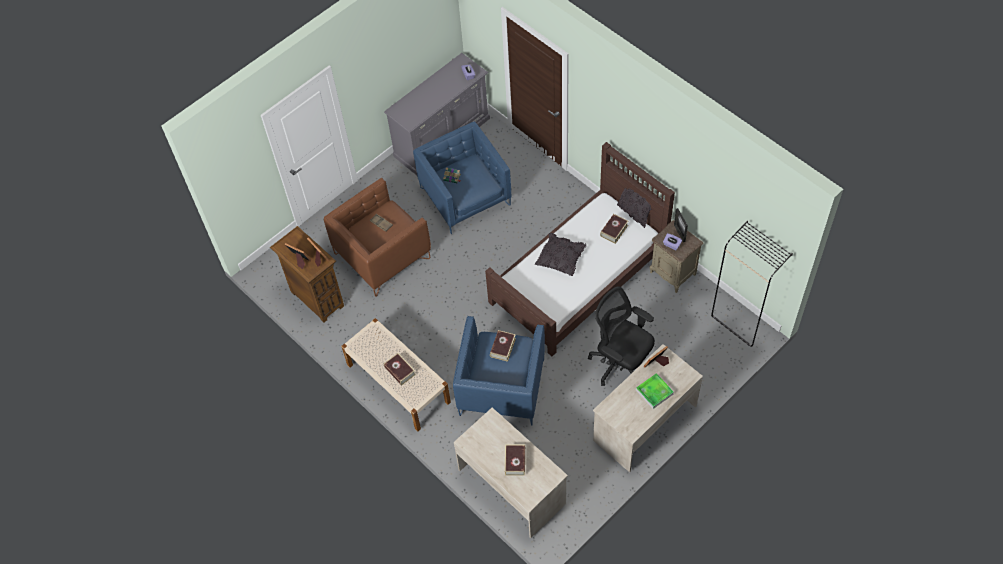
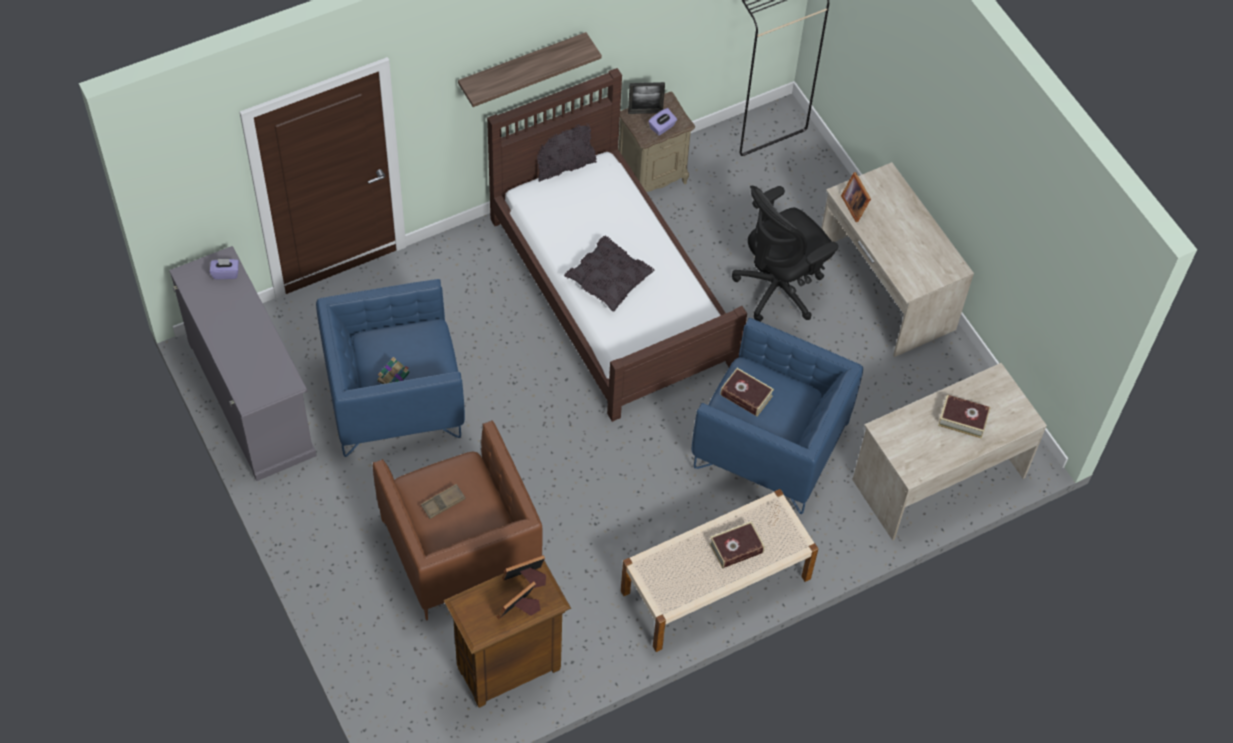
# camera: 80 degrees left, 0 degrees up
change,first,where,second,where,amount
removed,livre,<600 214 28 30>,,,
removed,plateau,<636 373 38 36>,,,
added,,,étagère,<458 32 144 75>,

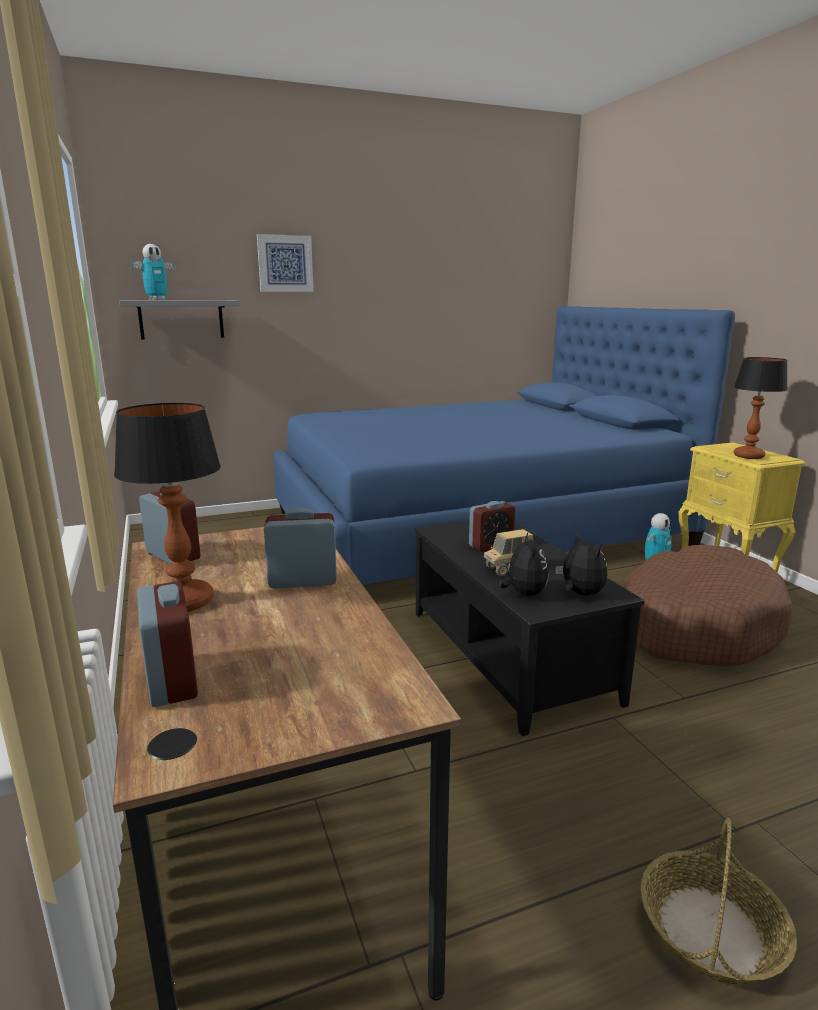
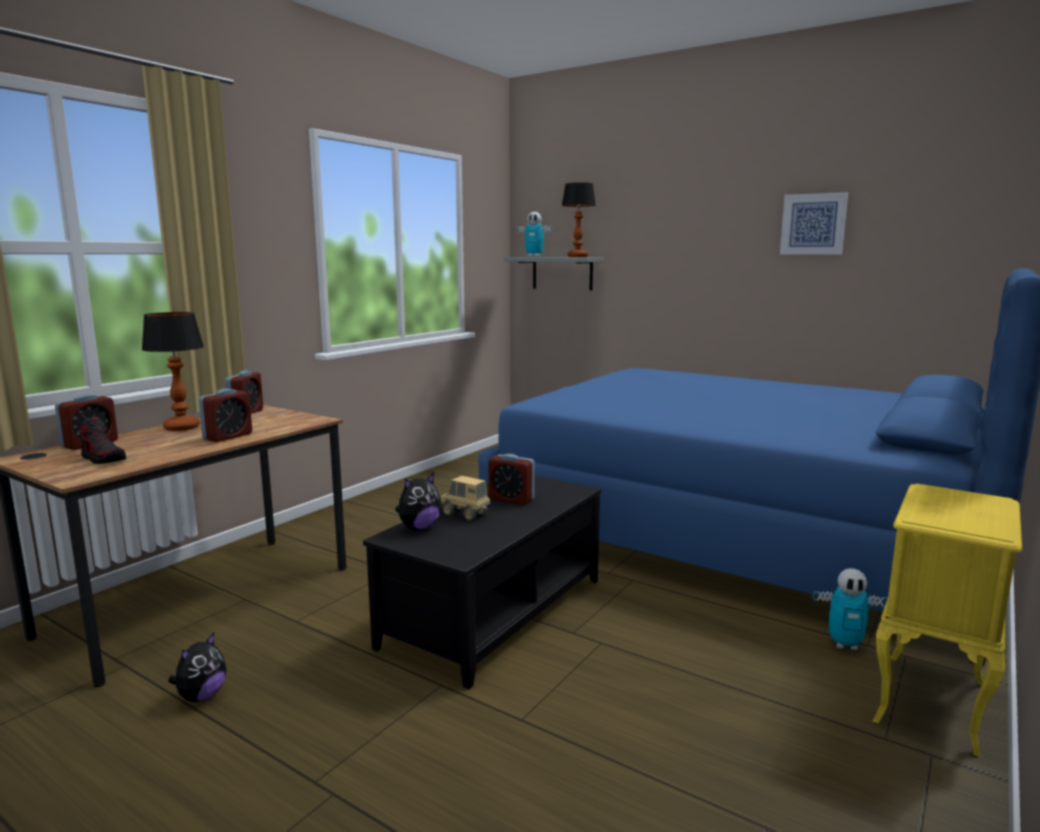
# camera: 55 degrees right, 5 degrees down
change,first,where,second,where,amount
moved,tableau,<257 234 57 58>,,<780 192 68 62>,
moved,lampe de table,<734 357 54 102>,,<562 182 34 75>,
turned,réveil,<264 507 73 82>,,<199 389 53 53>,75 degrees clockwise
moved,peluche,<555 533 52 63>,,<168 633 58 69>,
removed,panier pour chien [marron],<623 545 169 122>,,,
removed,panier,<641 818 156 167>,,,
added,,,chaussure,<80 417 46 47>,

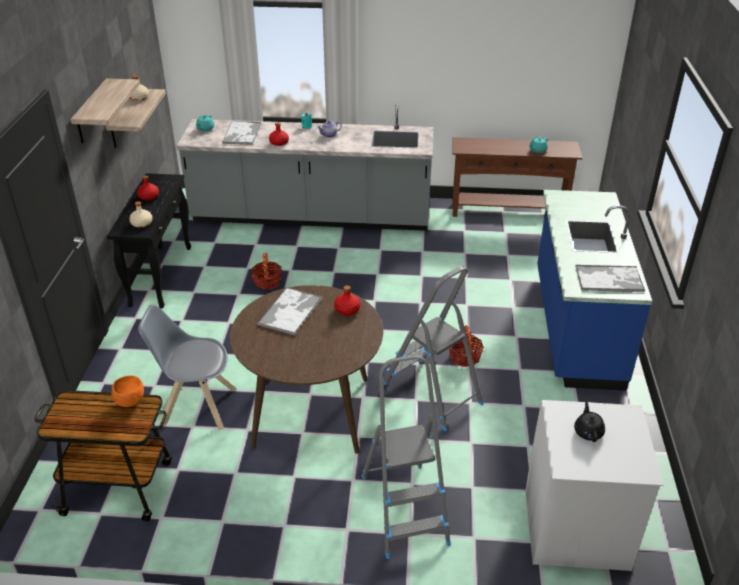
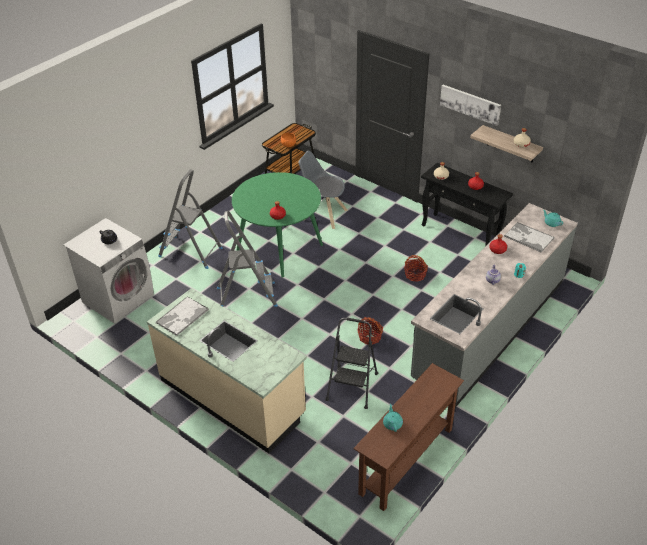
# camera: 125 degrees right, 5 degrees up
change,first,where,second,where,amount
replaced,étagère,<71 78 69 66>,tableau,<440 85 61 41>,
recoloured,comptoir de cuisine [bleu],<537 190 115 201>,comptoir de cuisine [beige],<147 288 160 165>,
recoloured,table à manger [marron],<230 285 154 169>,table à manger [vert],<232 172 91 106>,
removed,plateau,<257 288 65 47>,,,
turned,chaise [gris],<138 304 99 126>,,<299 151 49 78>,105 degrees counterclockwise
moved,panier,<449 325 35 42>,,<357 317 26 28>,
added,,,escabeau [noir],<325 318 53 91>,

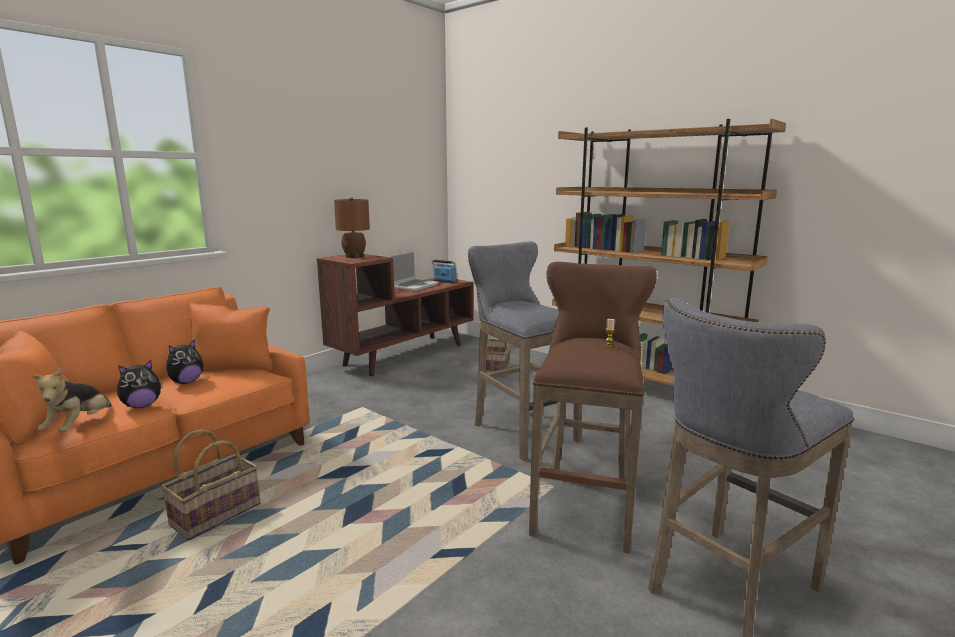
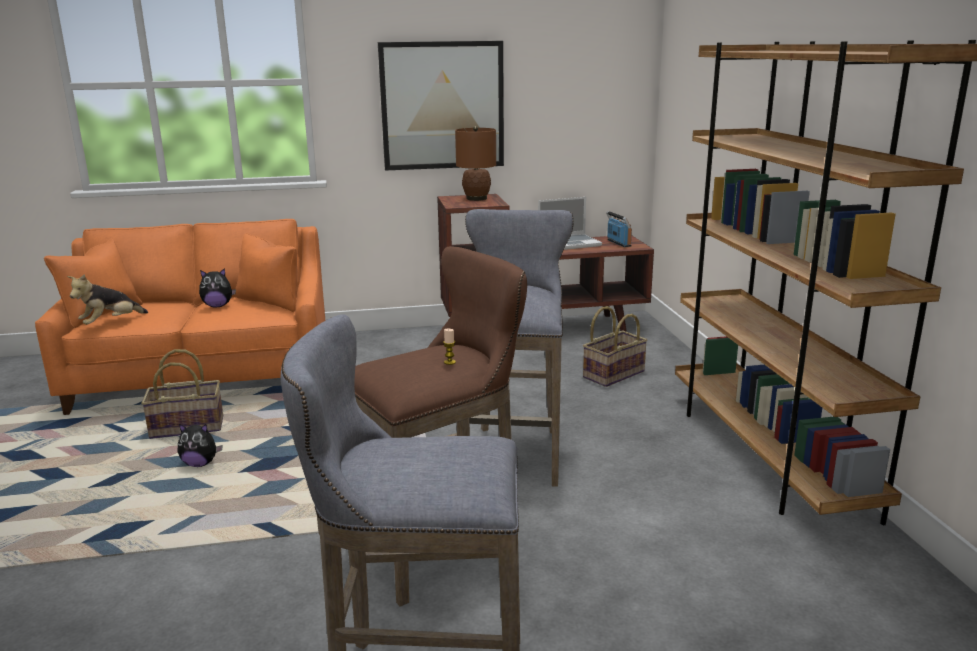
# camera: 40 degrees right, 5 degrees up
change,first,where,second,where,amount
moved,peluche,<117 360 46 48>,,<178 424 44 43>,
added,,,tableau,<378 41 126 130>,

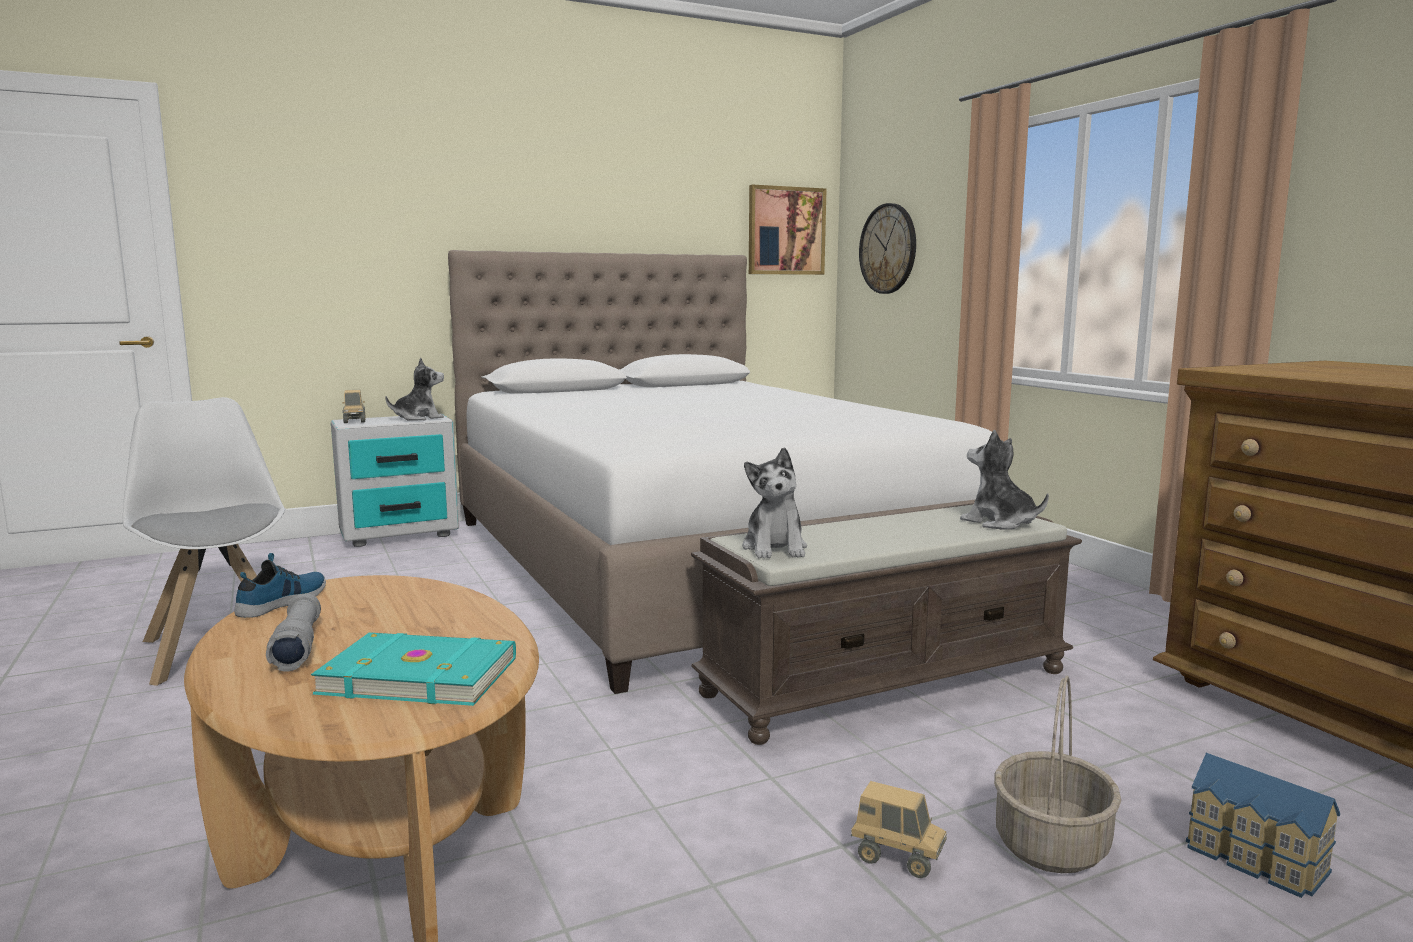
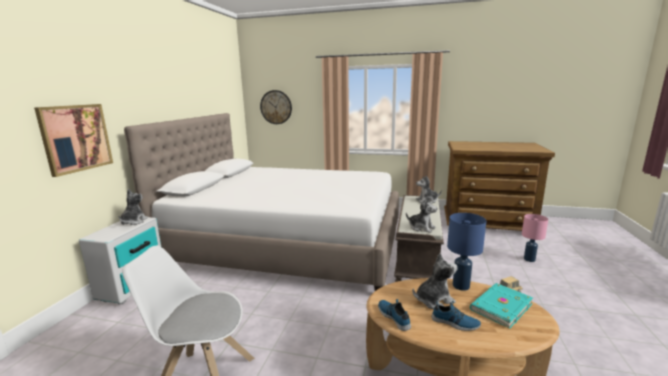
# camera: 50 degrees left, 5 degrees up
change,first,where,second,where,amount
moved,tableau,<749 185 77 90>,,<34 104 79 73>,
removed,camion jouet,<342 390 23 33>,,,
replaced,lampe de poche [gris],<266 593 55 78>,chaussure,<432 301 49 30>,
removed,panier,<994 676 127 197>,,,
replaced,maison miniature,<1186 752 154 146>,lampe de table [rose],<522 214 26 48>,
added,,,lampe de table [bleu],<447 213 39 78>,
added,,,peluche,<413 253 45 56>,

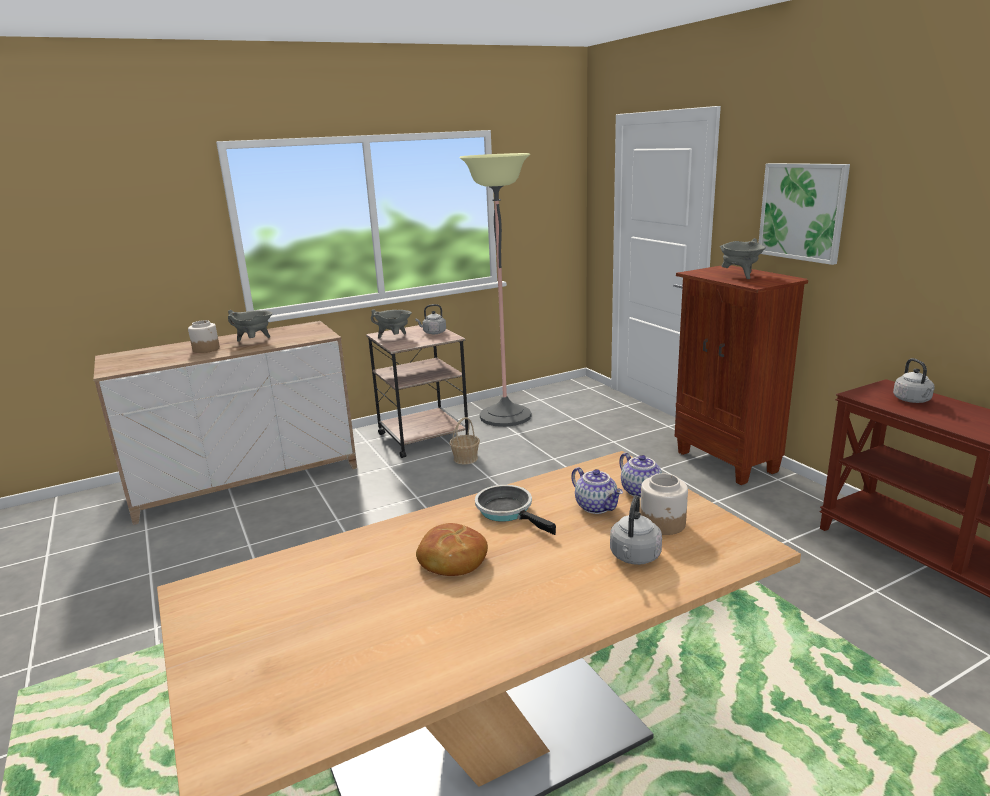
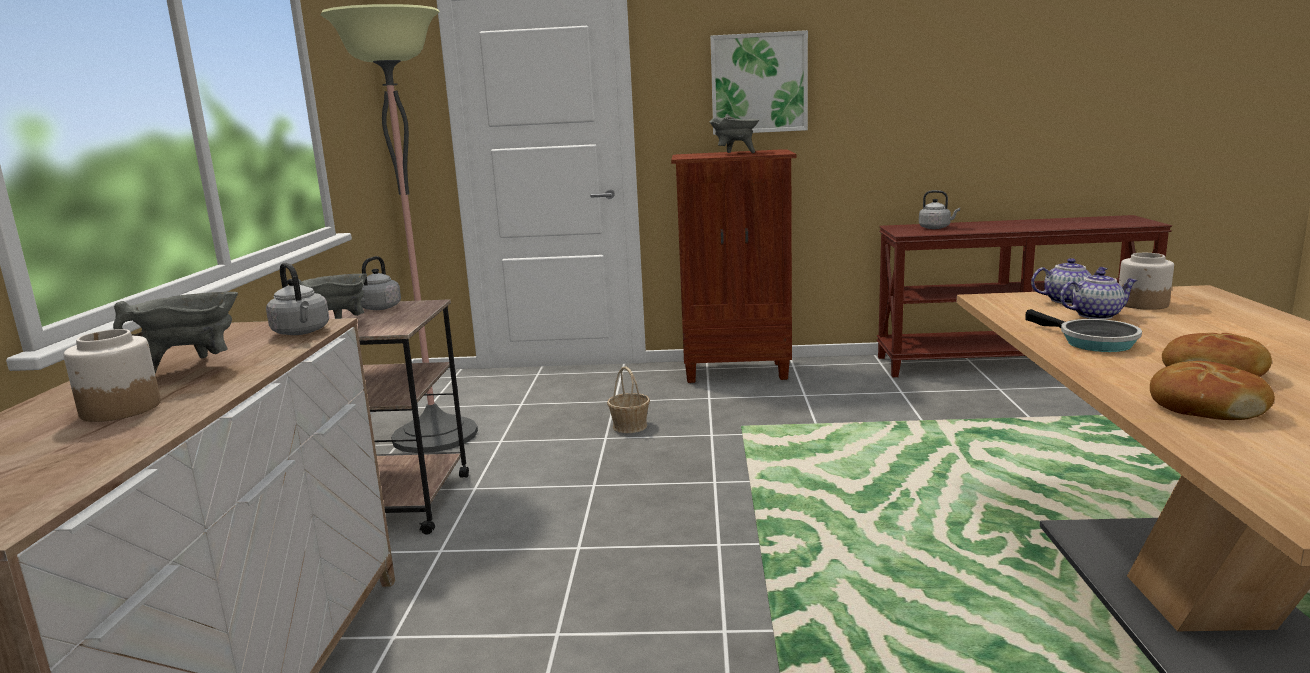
# camera: 60 degrees left, 5 degrees down
change,first,where,second,where,amount
moved,panier,<450 417 30 47>,,<607 366 43 67>,
turned,poêle,<475 485 81 50>,,<1025 309 117 43>,105 degrees counterclockwise
moved,bouilloire [gris],<610 495 52 70>,,<266 263 63 72>,
added,,,pain,<1150 361 125 59>,

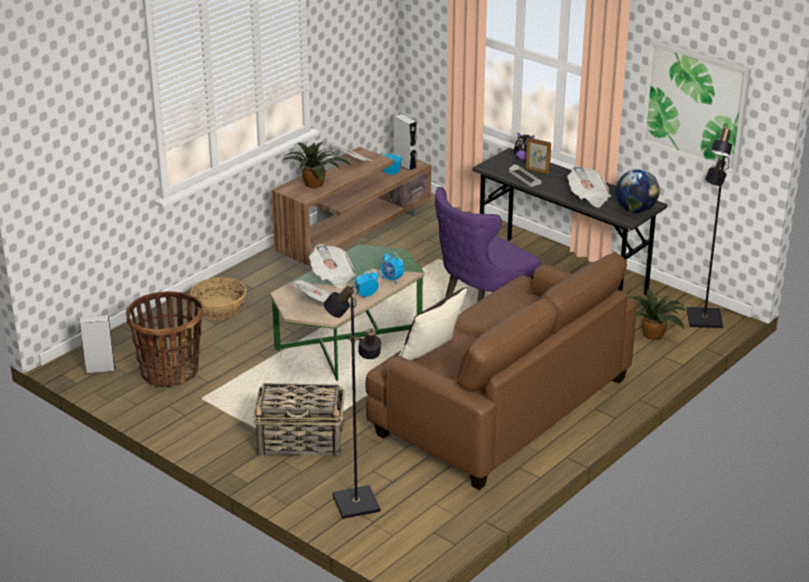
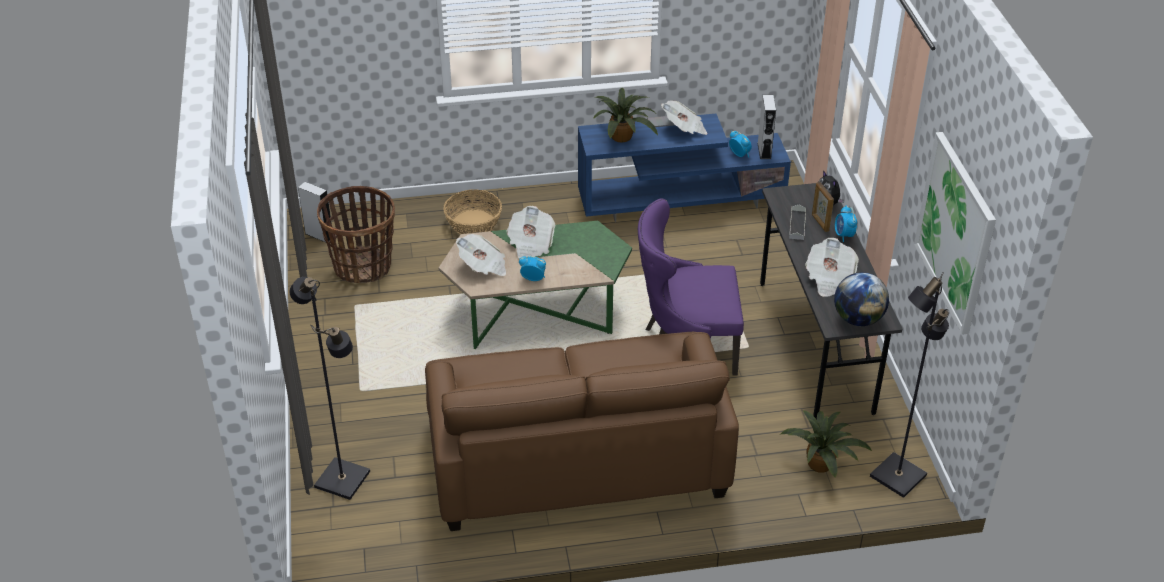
# camera: 40 degrees right, 10 degrees up
change,first,where,second,where,amount
recoloured,meuble télé [marron],<271 147 160 119>,meuble télé [bleu],<578 114 213 108>,
moved,réveil,<381 252 23 32>,,<835 205 22 37>,
removed,coussin,<399 287 69 73>,,,
removed,panier,<253 383 92 75>,,,

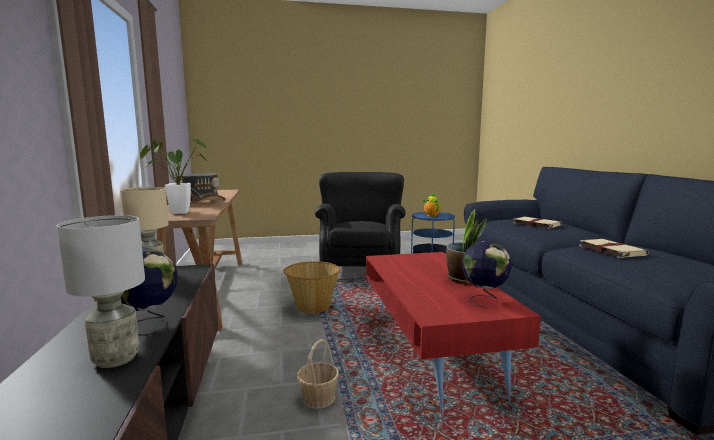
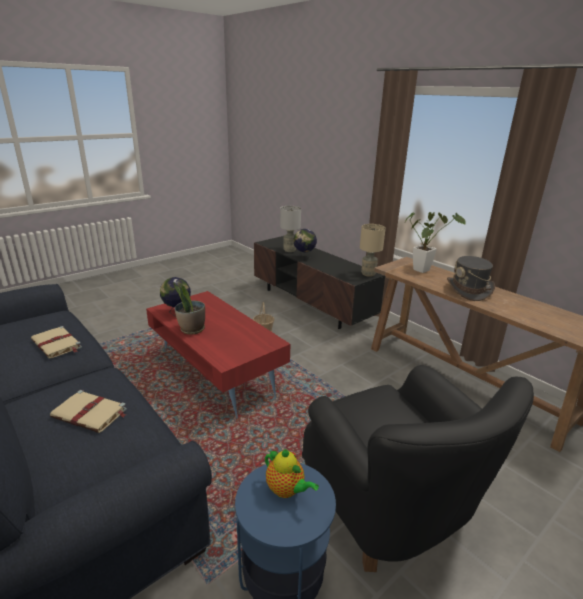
# camera: 150 degrees right, 15 degrees up
change,first,where,second,where,amount
removed,panier,<283 261 57 53>,,,

